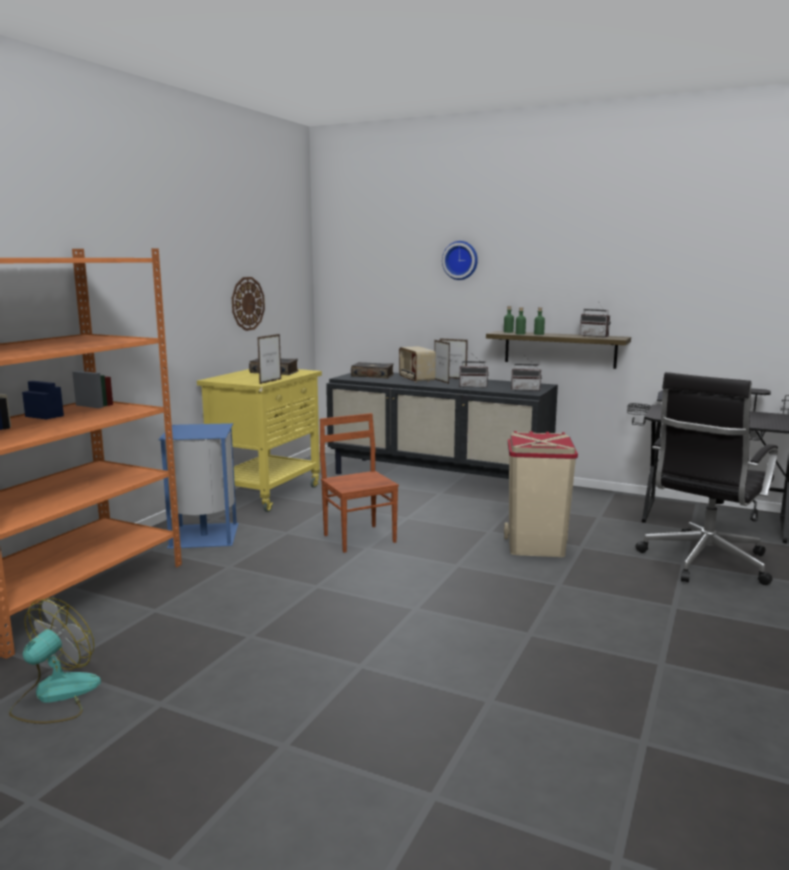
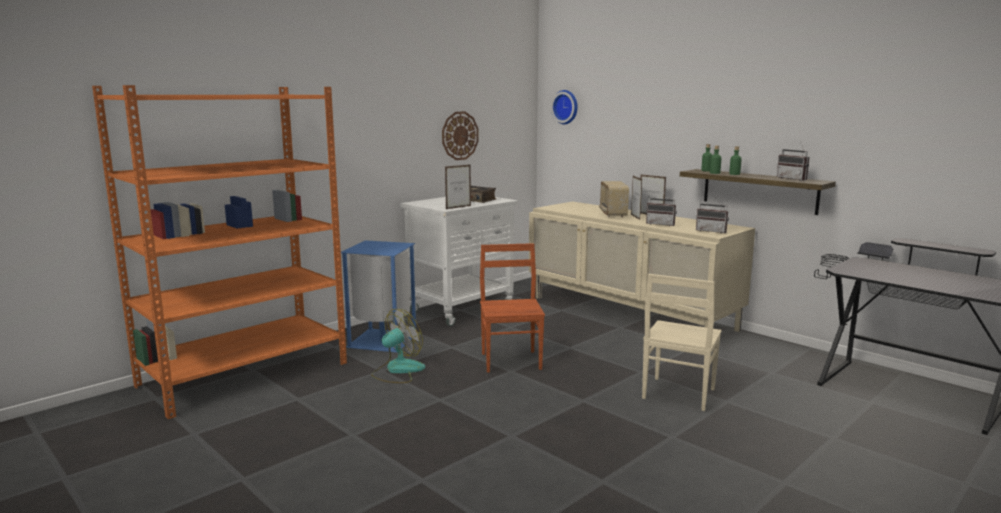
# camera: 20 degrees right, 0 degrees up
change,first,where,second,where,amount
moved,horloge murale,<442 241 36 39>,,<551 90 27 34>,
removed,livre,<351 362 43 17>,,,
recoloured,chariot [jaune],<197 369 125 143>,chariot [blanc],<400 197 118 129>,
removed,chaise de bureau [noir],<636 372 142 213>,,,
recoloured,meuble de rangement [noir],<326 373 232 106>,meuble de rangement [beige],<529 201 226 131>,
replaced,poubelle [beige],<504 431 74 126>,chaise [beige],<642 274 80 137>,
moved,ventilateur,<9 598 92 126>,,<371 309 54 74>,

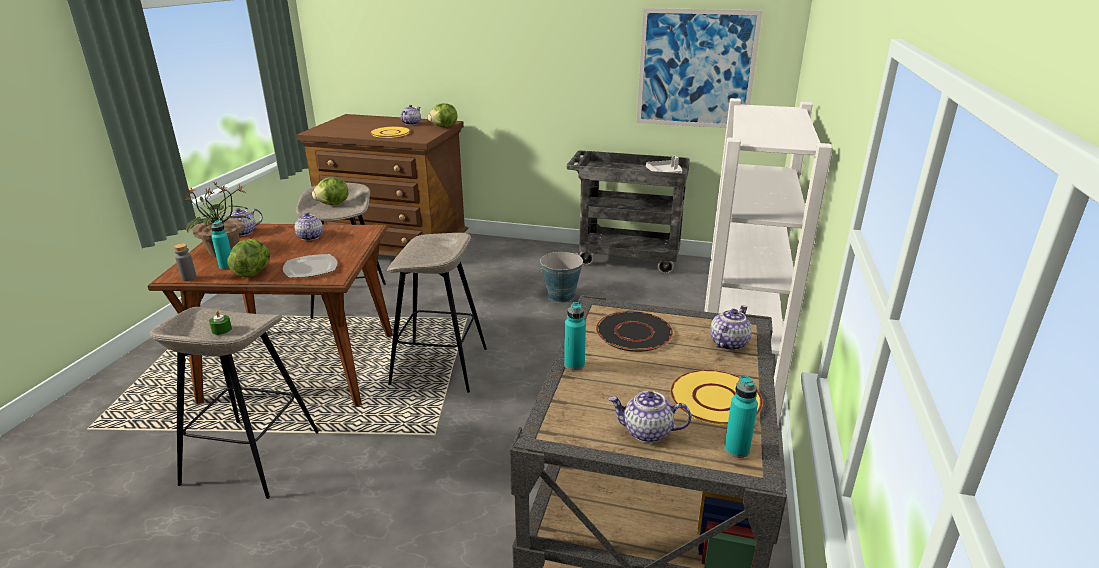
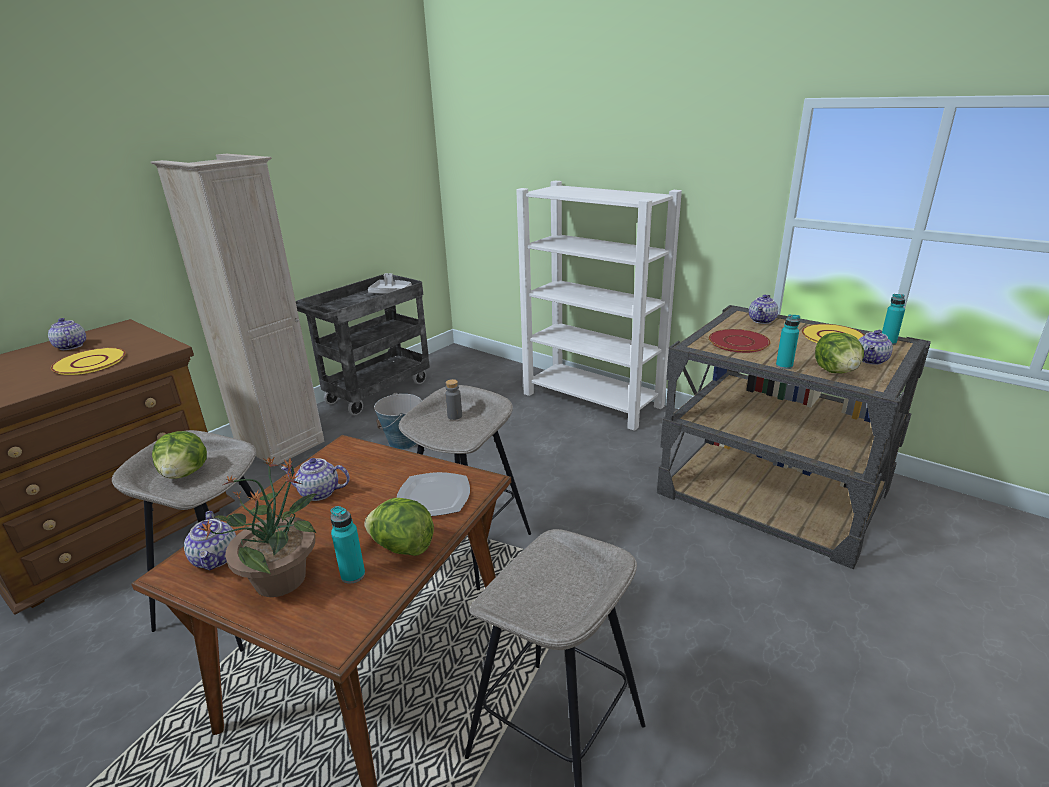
# camera: 65 degrees left, 0 degrees up
change,first,where,second,where,amount
removed,tableau,<637 8 126 120>,,,
moved,laitue,<428 103 29 24>,,<815 332 49 42>,
moved,bouteille [gris],<174 243 23 38>,,<445 379 17 41>,
turned,théière,<710 305 42 45>,,<749 295 29 29>,120 degrees counterclockwise
removed,bougie [vert],<209 310 23 25>,,,
recoloured,assiette [noir],<596 311 77 41>,assiette [rouge],<709 329 61 24>,
added,,,meuble de rangement [beige],<151 154 173 313>,

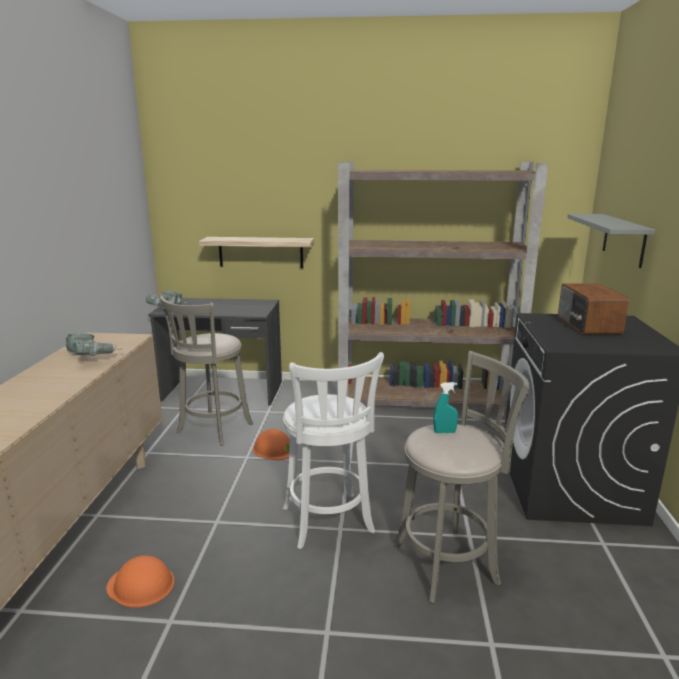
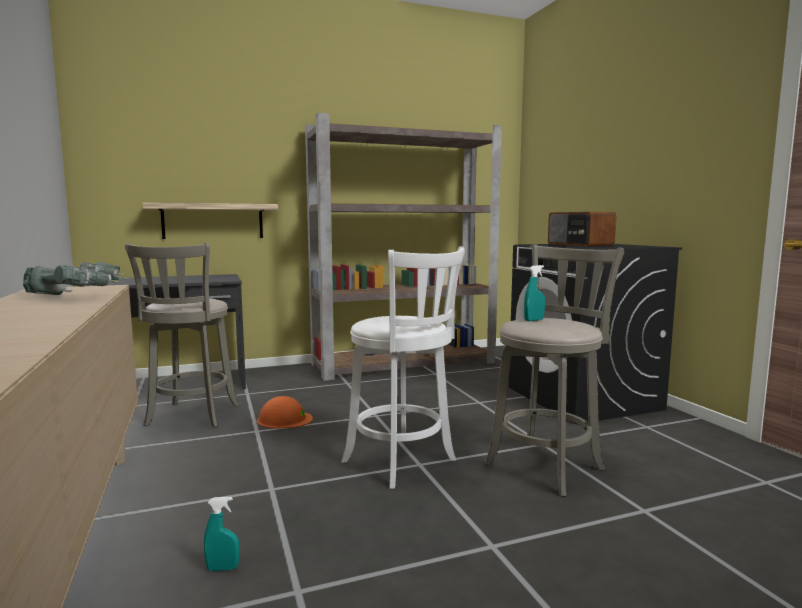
# camera: 25 degrees left, 10 degrees down
change,first,where,second,where,amount
removed,étagère [gris],<567 214 88 54>,,,
replaced,casque de chantier [orange],<106 555 68 53>,vaporisateur [turquoise],<204 497 35 74>,

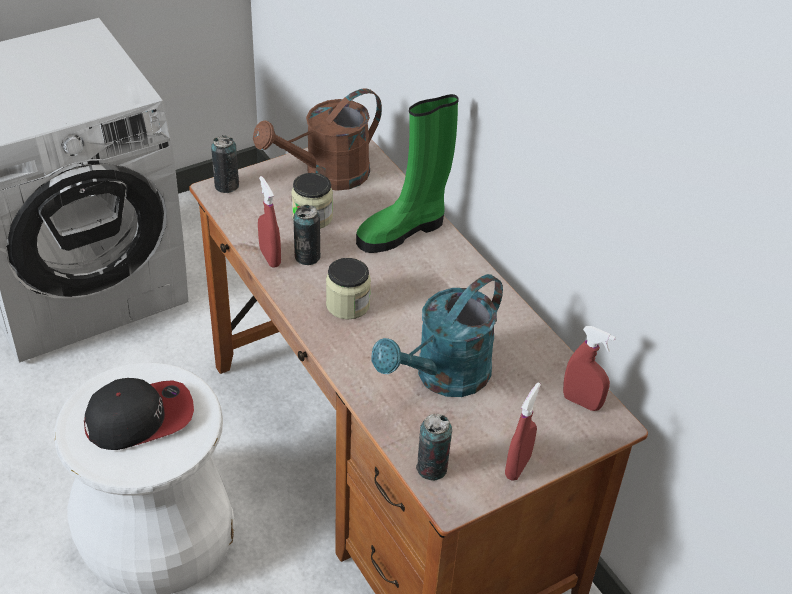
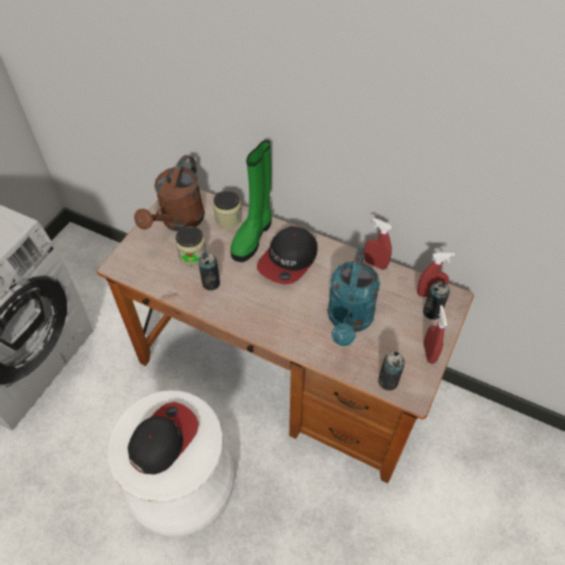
# camera: 30 degrees left, 10 degrees up
change,first,where,second,where,amount
moved,boîte métallique,<211 135 28 58>,,<423 281 27 39>,
moved,vaporisateur [rouge],<258 176 23 92>,,<364 218 28 52>,
moved,bocal,<326 258 45 62>,,<213 191 29 38>,
added,,,casquette,<257 226 60 58>,

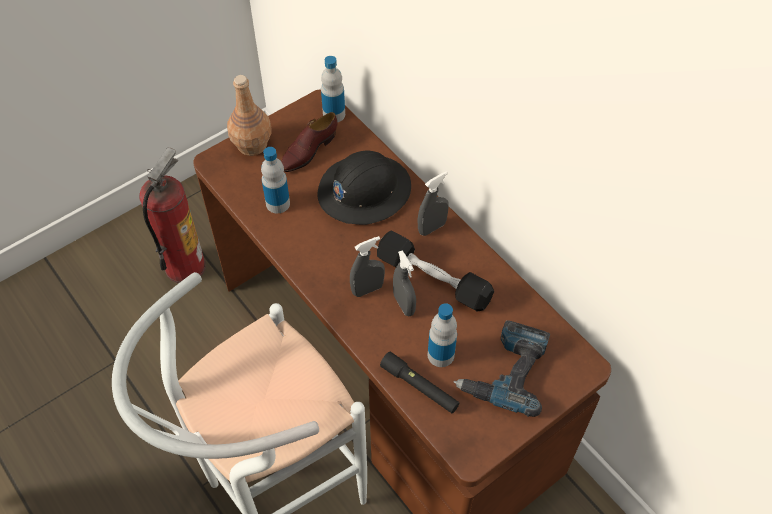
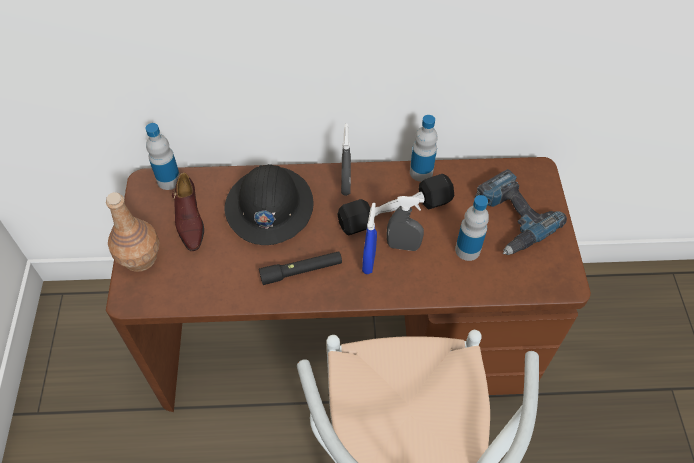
# camera: 55 degrees left, 0 degrees up
change,first,where,second,where,amount
moved,bouteille,<261 147 29 66>,,<410 115 28 67>,
removed,extincteur,<139 148 67 135>,,,
recoloured,vaporisateur [gris],<350 236 35 61>,vaporisateur [bleu],<362 203 15 71>,
moved,lampe de poche [noir],<380 352 79 61>,,<259 251 83 34>,

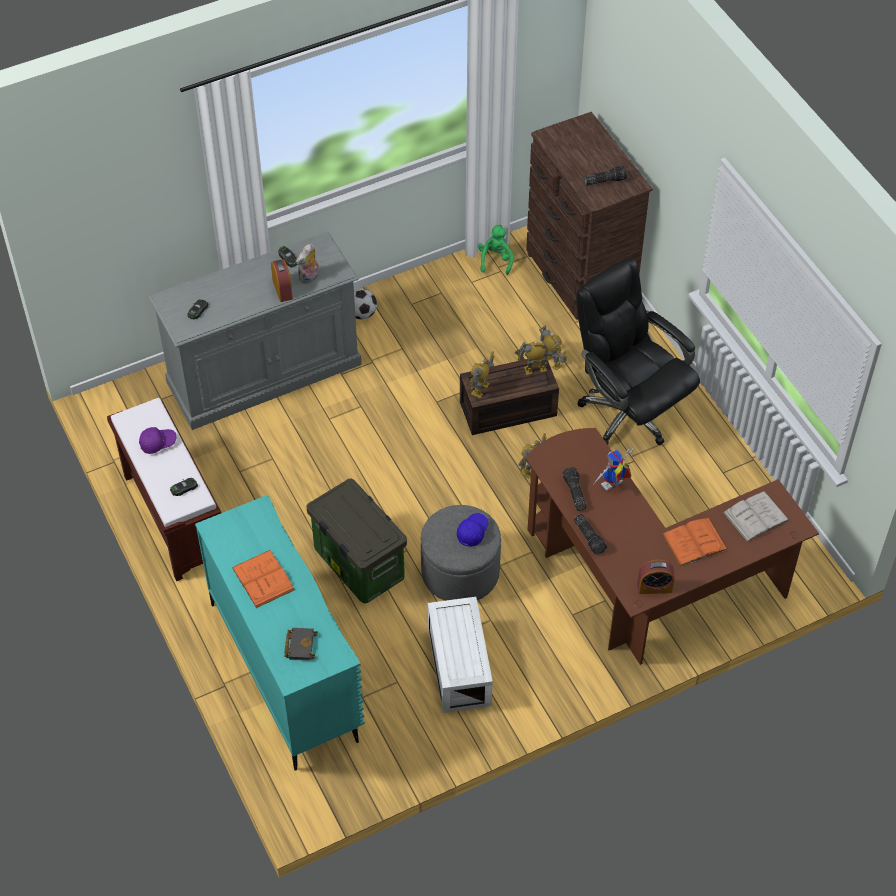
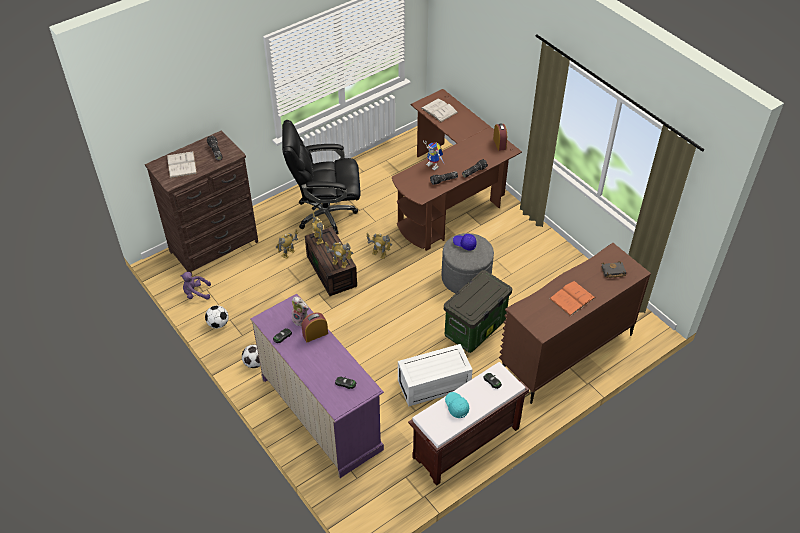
# camera: 100 degrees left, 5 degrees down
change,first,where,second,where,amount
recoloured,peluche [vert],<478 225 36 50>,peluche [violet],<180 271 31 29>,
recoloured,meuble de rangement [gris],<149 232 213 198>,meuble de rangement [violet],<250 294 134 184>,
turned,chaise de bureau [noir],<576 257 124 188>,,<282 120 79 114>,45 degrees clockwise
recoloured,casquette [violet],<139 427 38 27>,casquette [turquoise],<445 392 24 26>,
recoloured,commode [turquoise],<195 495 170 276>,commode [marron],<499 243 152 161>,
removed,livre [orange],<662 518 66 49>,,,
moved,boîte de rangement [blanc],<428 597 65 116>,,<398 344 75 62>,
added,,,livre [blanc],<167 151 30 27>,
added,,,ballon de foot,<205 305 24 23>,

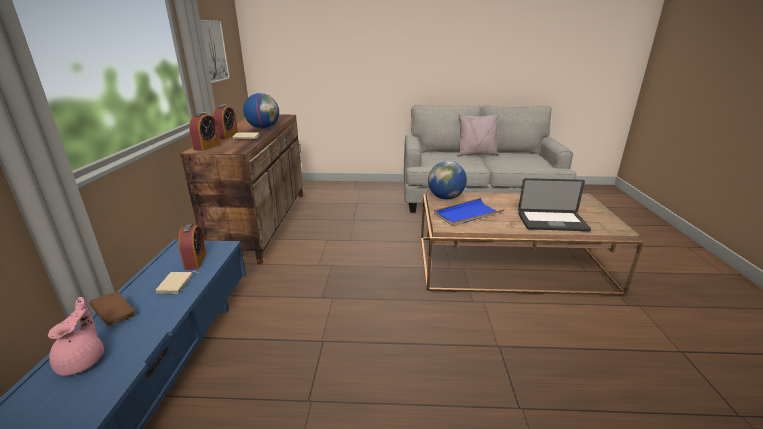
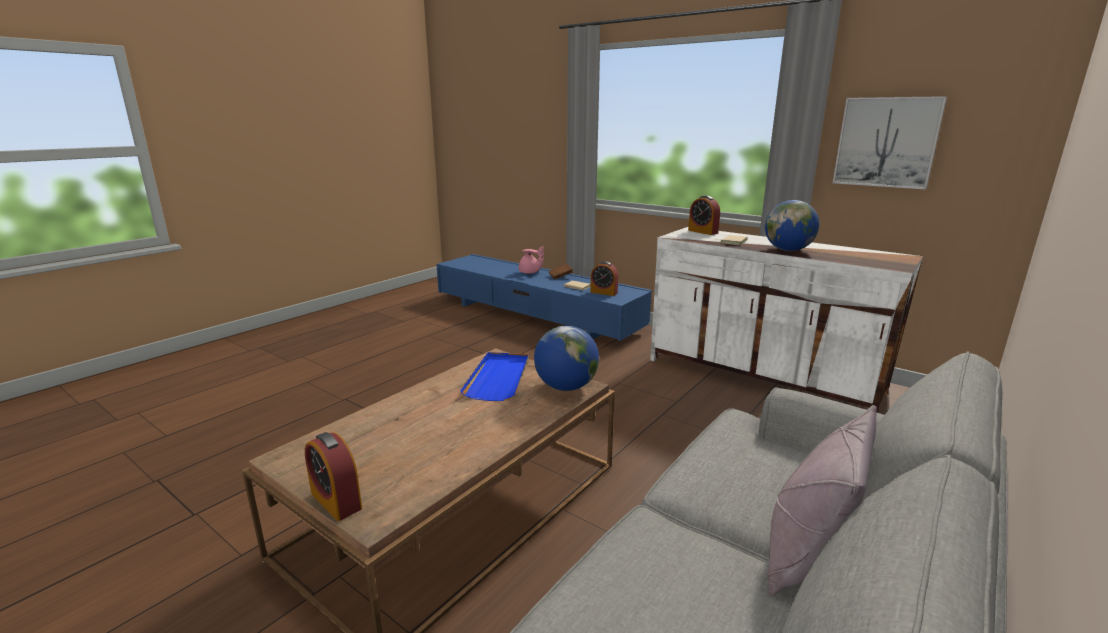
# camera: 125 degrees right, 5 degrees down
change,first,where,second,where,amount
moved,réveil,<213 105 25 34>,,<305 432 57 89>,
recoloured,meuble de rangement [marron],<180 115 123 150>,meuble de rangement [blanc],<650 227 273 186>,
removed,ordinateur portable,<518 178 73 53>,,,

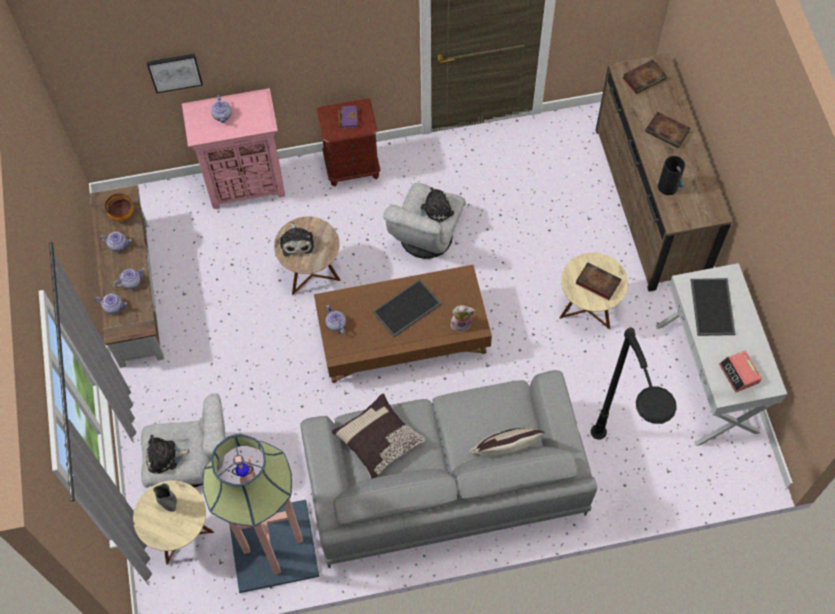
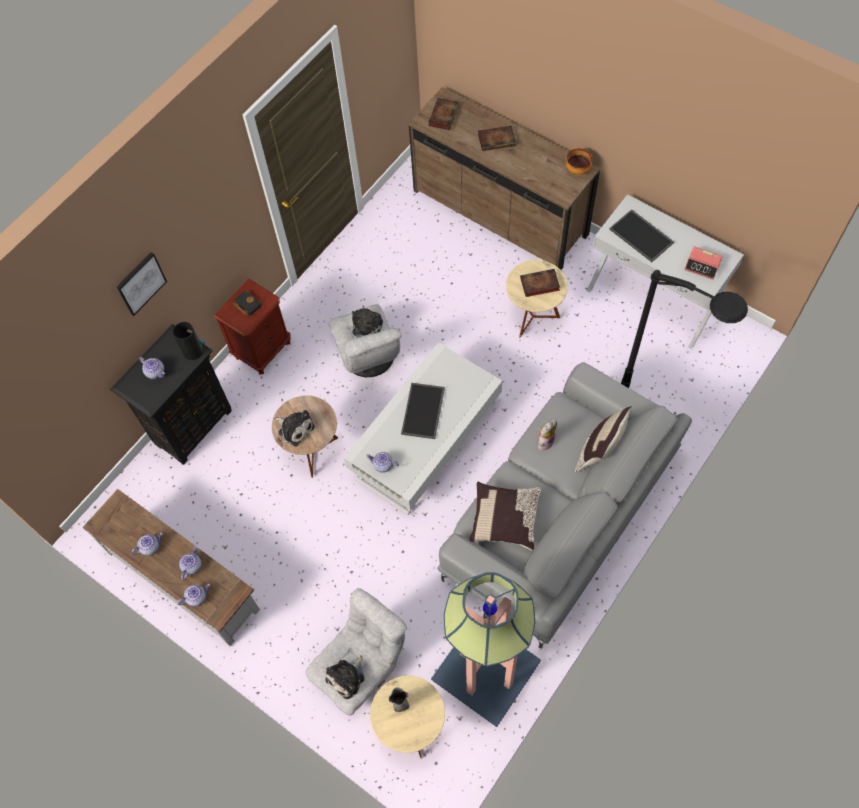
# camera: 40 degrees left, 0 degrees up
change,first,where,second,where,amount
moved,tableau,<147 54 56 39>,,<116 252 51 64>,
recoloured,meuble de rangement [rose],<182 88 103 121>,meuble de rangement [noir],<110 324 122 141>,
recoloured,livre [violet],<338 105 23 23>,livre [noir],<233 290 30 26>,
moved,vase,<658 156 27 39>,,<173 322 32 38>,
moved,bol,<105 193 29 29>,,<566 148 26 27>,
recoloured,table basse [marron],<314 265 178 118>,table basse [blanc],<344 342 158 173>,
moved,peluche,<451 305 25 27>,,<537 419 20 32>,

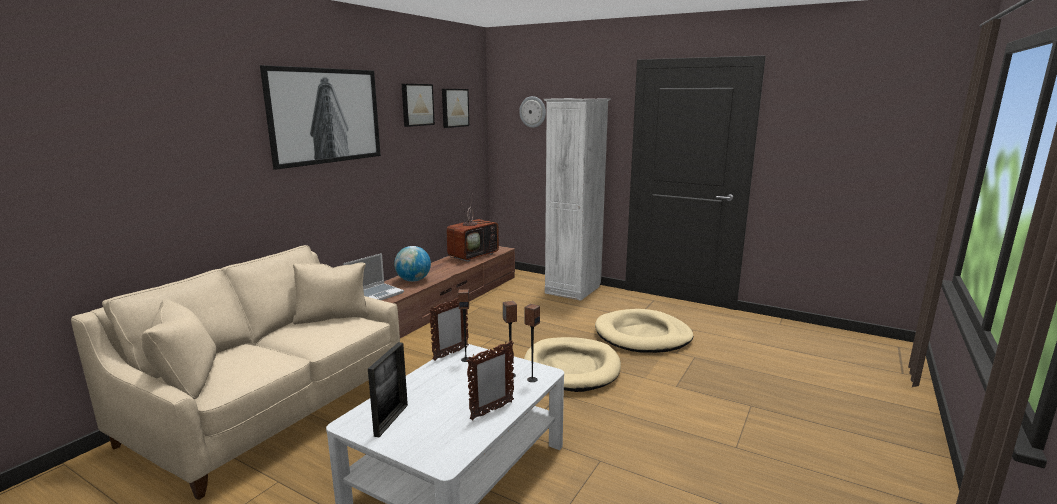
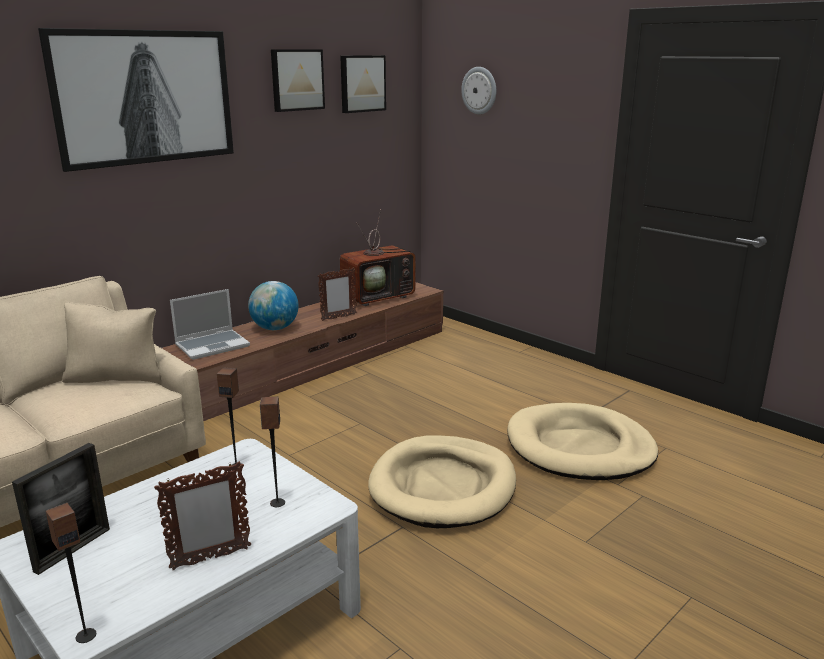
# camera: 15 degrees right, 5 degrees up
change,first,where,second,where,amount
removed,meuble de rangement [blanc],<543 98 68 203>,,,
moved,cadre photo,<429 298 40 63>,,<318 267 39 54>,
moved,enceinte,<525 304 15 78>,,<46 503 50 140>,

